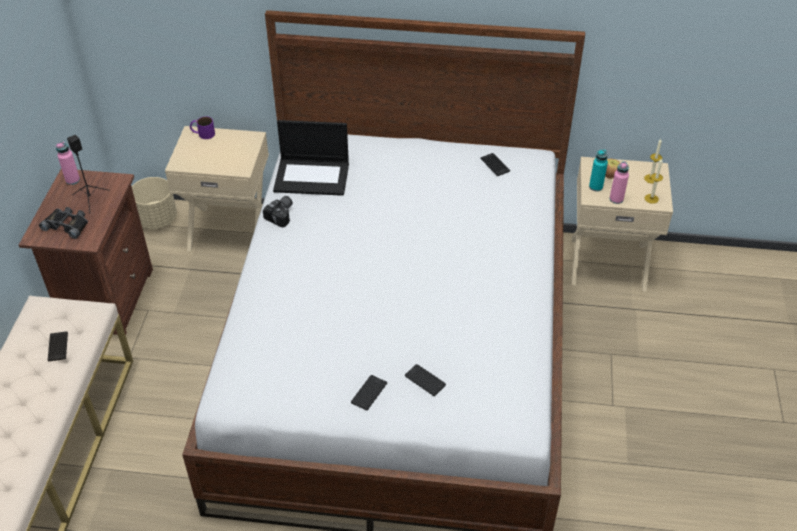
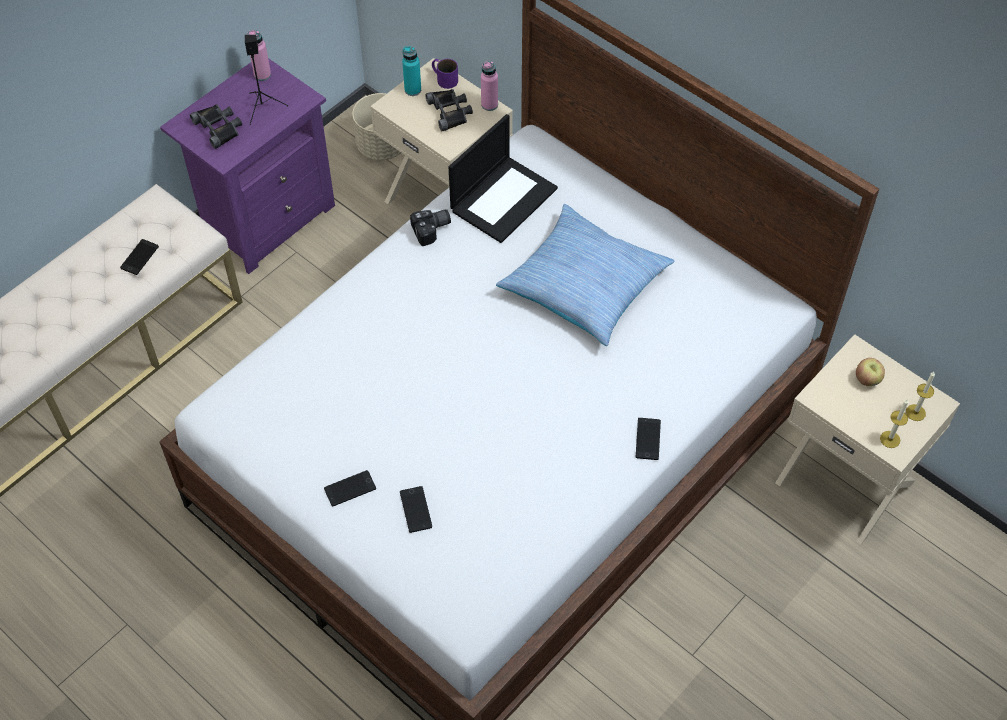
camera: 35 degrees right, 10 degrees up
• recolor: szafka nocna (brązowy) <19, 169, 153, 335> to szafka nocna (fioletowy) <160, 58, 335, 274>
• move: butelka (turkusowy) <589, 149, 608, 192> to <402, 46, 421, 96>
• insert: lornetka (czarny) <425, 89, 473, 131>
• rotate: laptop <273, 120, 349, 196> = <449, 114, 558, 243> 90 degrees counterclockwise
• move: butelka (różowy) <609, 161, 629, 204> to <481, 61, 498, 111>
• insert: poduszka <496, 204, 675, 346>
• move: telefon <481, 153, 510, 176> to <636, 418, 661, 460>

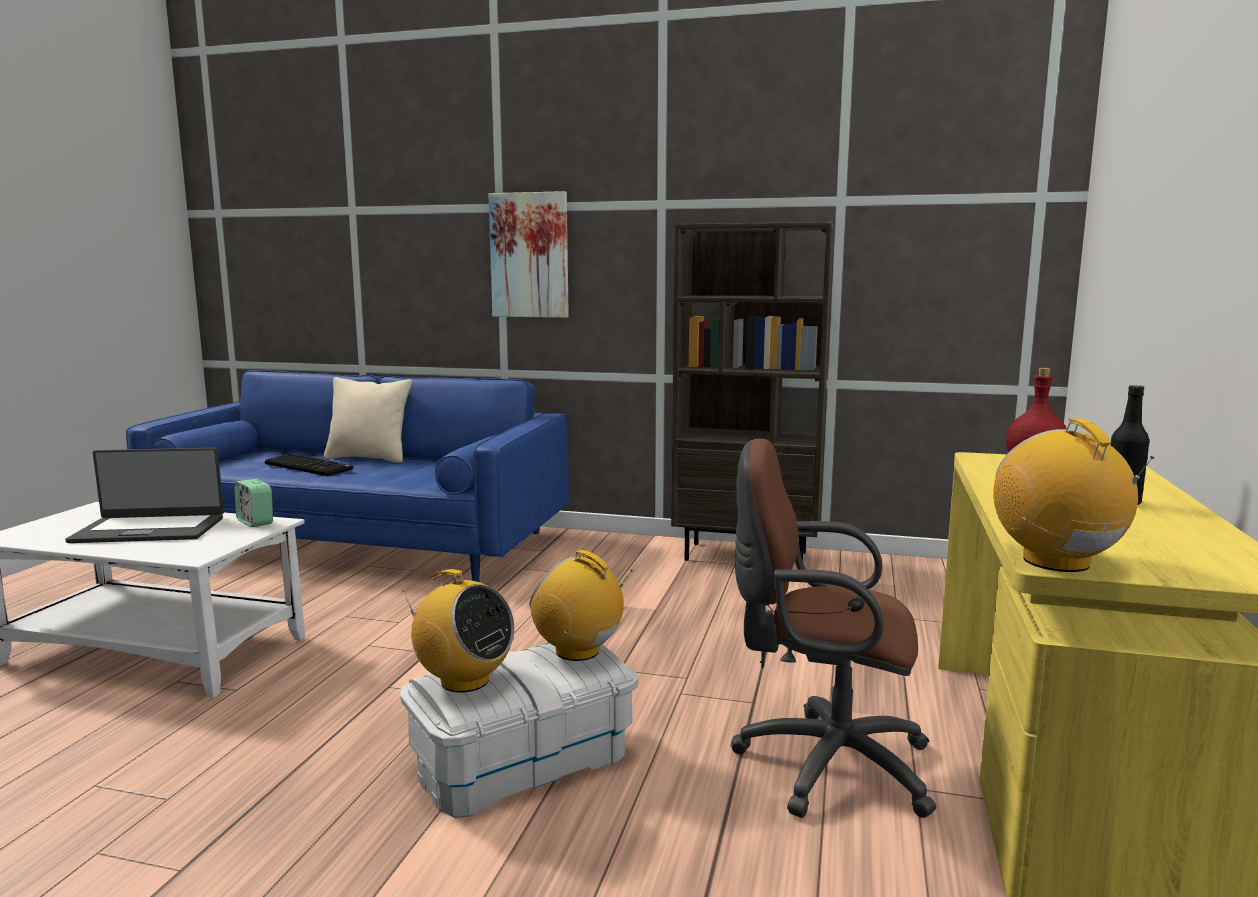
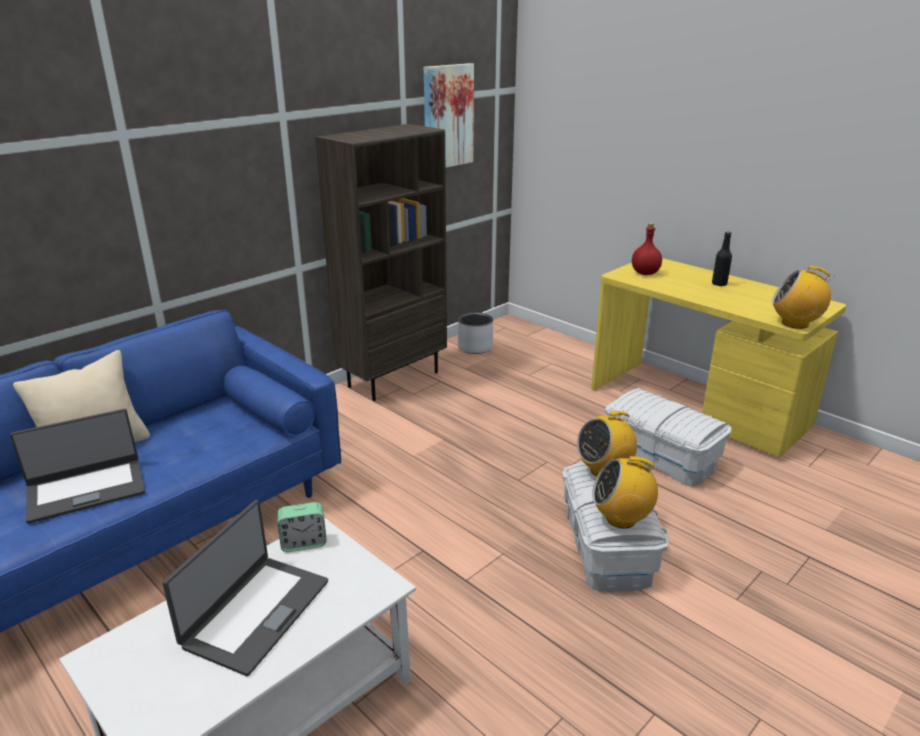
camera: 60 degrees left, 15 degrees up
• replace: klawiatura <265, 453, 353, 476> to laptop <10, 409, 145, 524>
• move: obraz <488, 191, 569, 318> to <424, 63, 474, 168>
• insert: donica (szary) <458, 312, 493, 354>
• rotate: radio <402, 569, 515, 693> = <592, 456, 658, 528> 150 degrees counterclockwise
• replace: krzesło biurowe (brązowy) <731, 439, 937, 818> to pojemnik do przechowywania (biały) <605, 388, 732, 487>

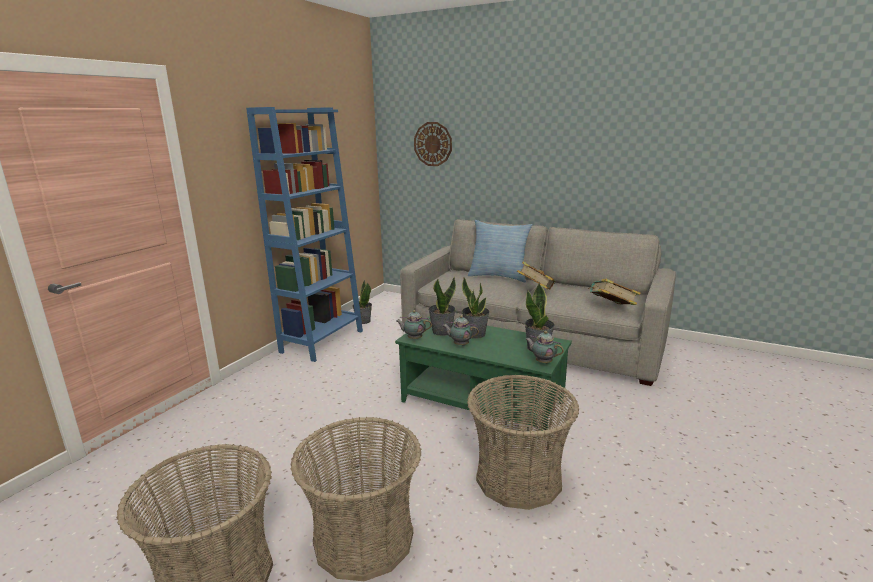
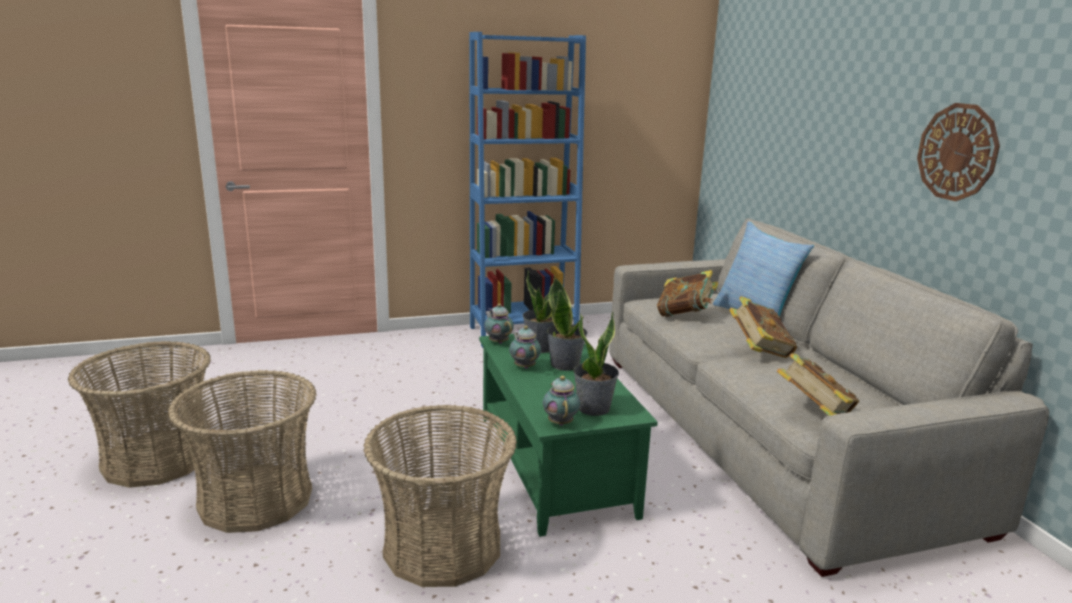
camera: 45 degrees right, 0 degrees up
• insert: książka <657, 270, 719, 317>
• move: zegar ścienny <414, 122, 452, 166> to <917, 103, 1000, 201>
• delete: roślina doniczkowa <353, 280, 372, 324>

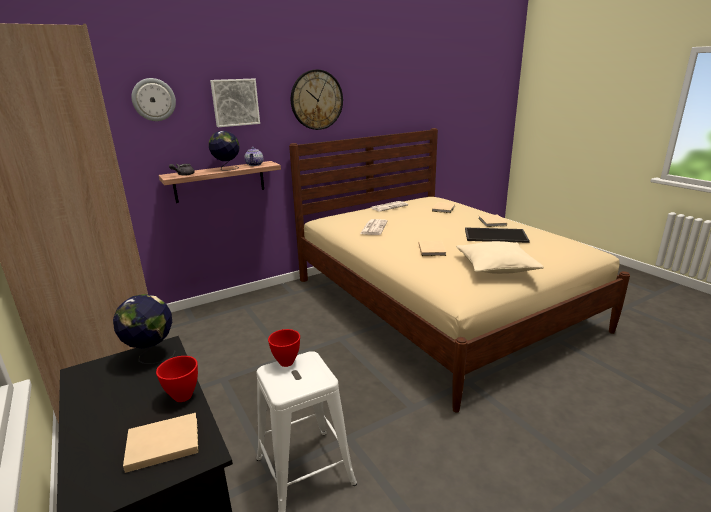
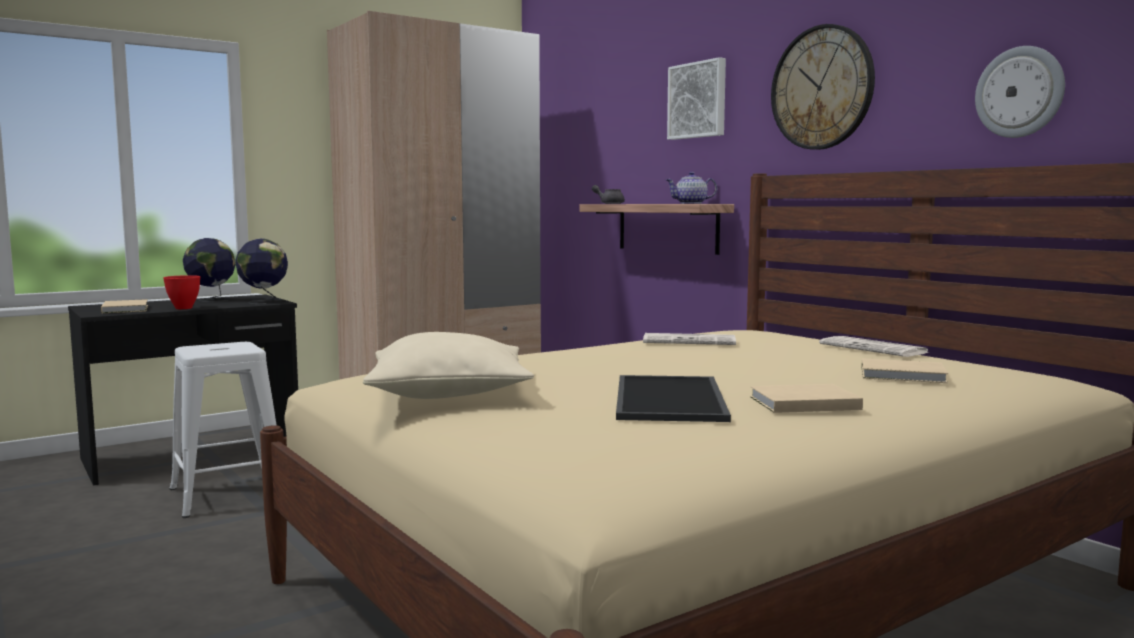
camera: 85 degrees right, 15 degrees down
• move: globus <209, 131, 240, 171> to <183, 238, 236, 302>
• move: zegar ścienny <131, 78, 176, 121> to <975, 46, 1065, 138>
• delete: miska (czerwony) <268, 329, 300, 367>
• delete: książka (beżowy) <419, 241, 446, 256>

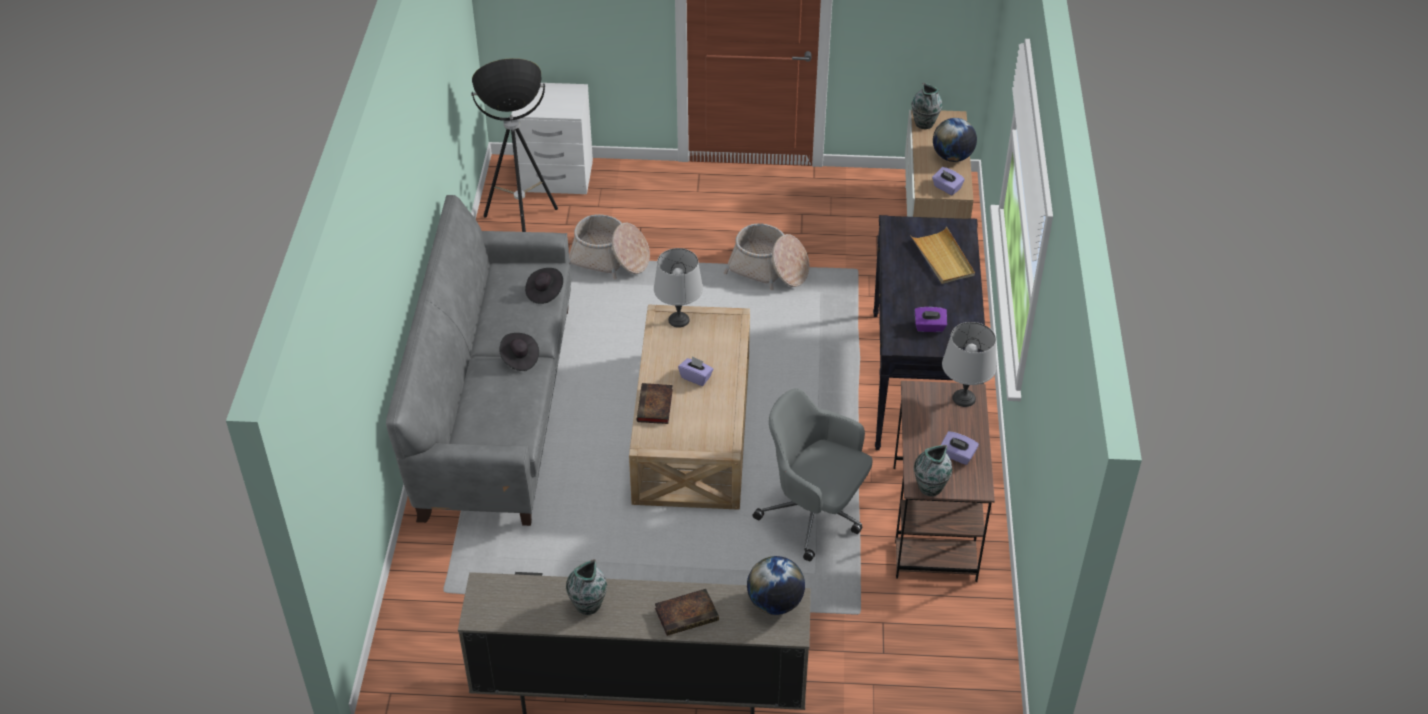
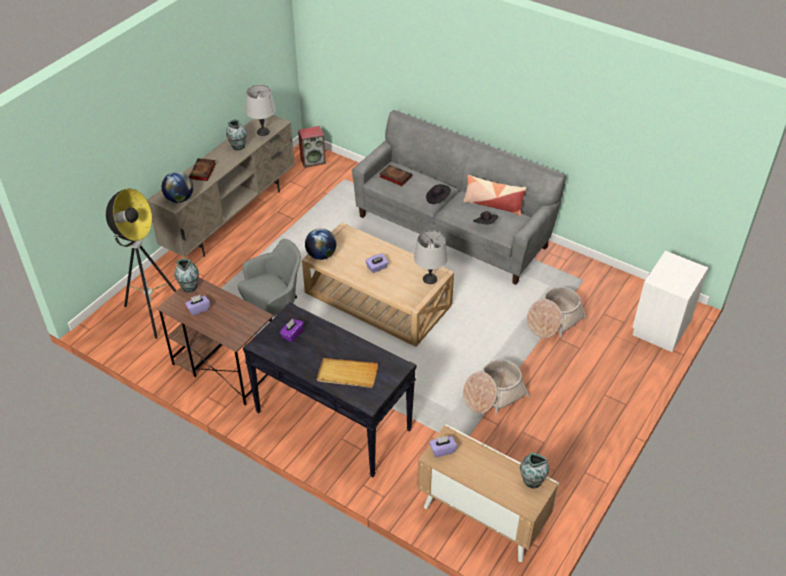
camera: 120 degrees right, 0 degrees up
• move: lampa stojąca <471, 58, 558, 232> to <106, 188, 177, 339>
• move: lampa stołowa (szary) <942, 322, 996, 407> to <246, 85, 276, 136>
• insert: głośnik <298, 126, 326, 168>
• move: globus <933, 118, 977, 162> to <305, 228, 336, 260>
• move: książka <637, 383, 673, 424> to <380, 165, 412, 186>
• insert: poduszka <463, 175, 527, 216>

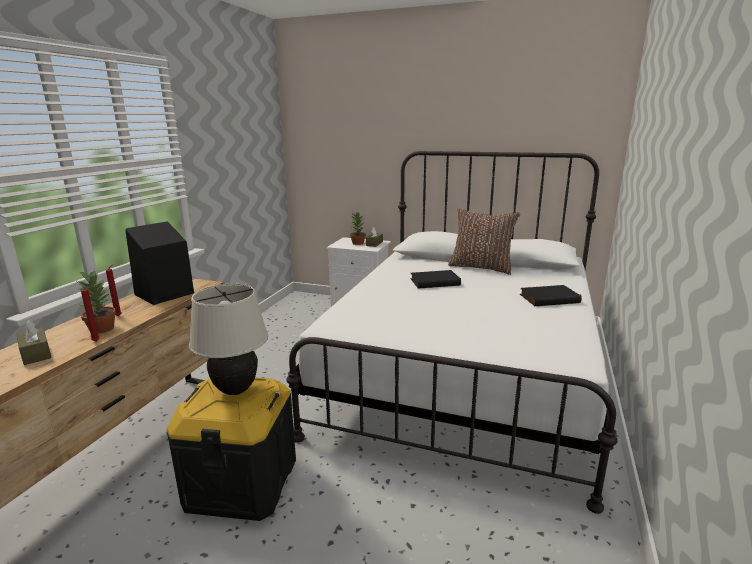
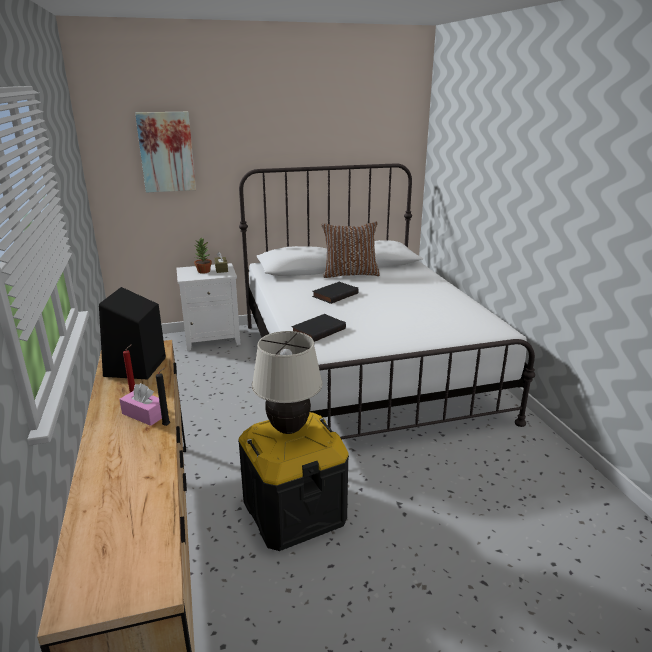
camera: 35 degrees left, 5 degrees up
• replace: roślina doniczkowa <75, 270, 116, 334> to pudełko chusteczek (różowy) <119, 383, 162, 426>
• insert: obraz <135, 112, 196, 193>
• recolor: świeca (czerwony) <81, 284, 100, 342> to świeca (czarny) <156, 367, 170, 426>
• move: książka (czarny) <520, 285, 582, 306> to <291, 314, 346, 342>
• delete: pudełko chusteczek (brązowy) <17, 320, 52, 365>

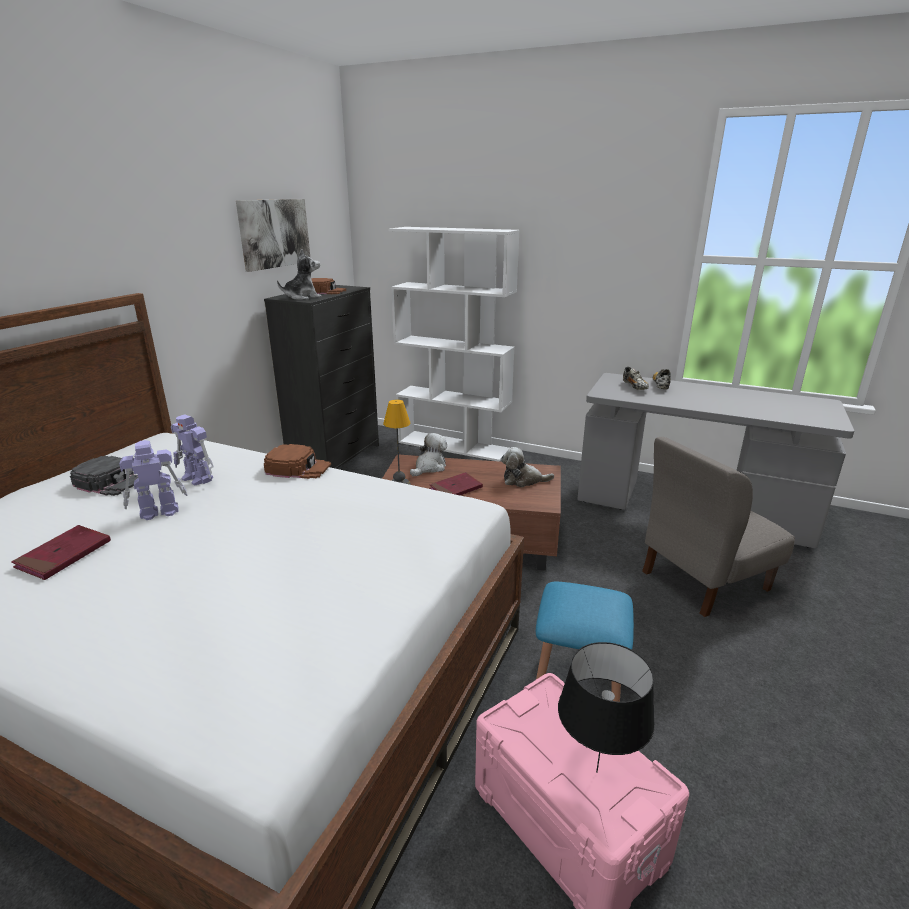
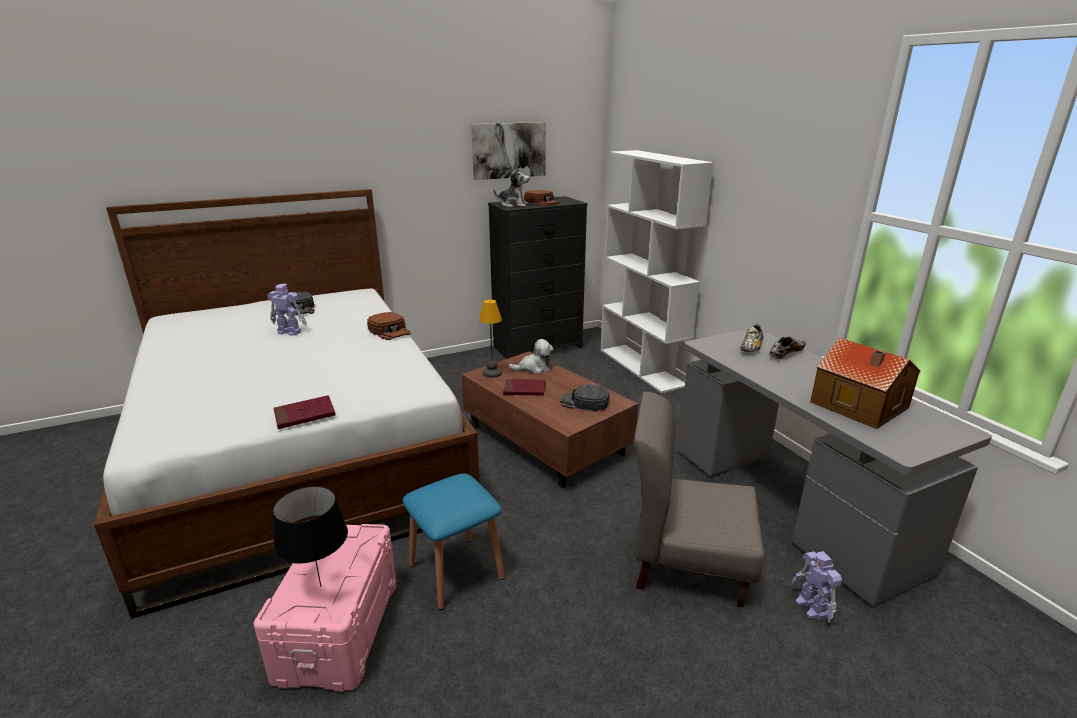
camera: 40 degrees right, 0 degrees up
• move: książka (czerwony) <11, 525, 111, 580> to <273, 395, 335, 429>
• replace: pluszak <501, 447, 554, 487> to czapka z daszkiem (czarny) <560, 384, 609, 412>
• move: robot zabawkowy <171, 414, 214, 486> to <791, 551, 842, 623>
• insert: domek <810, 338, 920, 429>

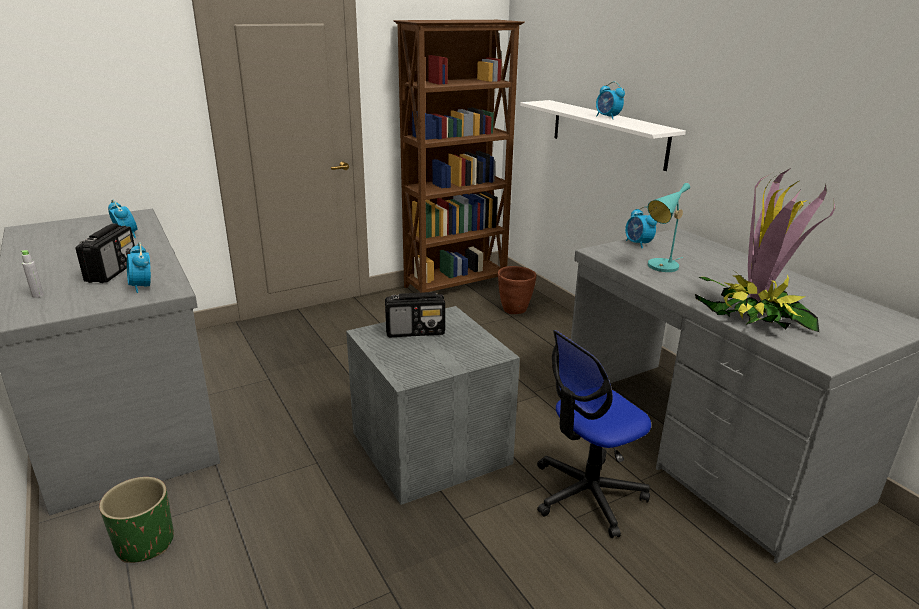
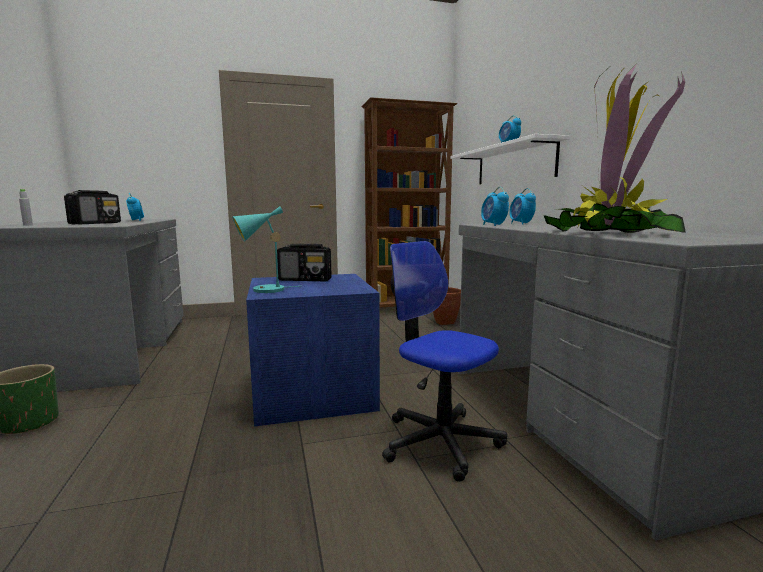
camera: 15 degrees right, 15 degrees down
• move: lampa stołowa (turkusowy) <648, 183, 690, 272> to <232, 206, 299, 293>
• recolor: pojemnik do przechowywania (szary) <346, 306, 520, 505> to pojemnik do przechowywania (niebieski) <246, 274, 380, 427>
• rotate: krzesło biurowe <537, 330, 651, 538> = <382, 241, 507, 482> 60 degrees clockwise
• move: budzik <127, 242, 151, 293> to <481, 187, 509, 226>

